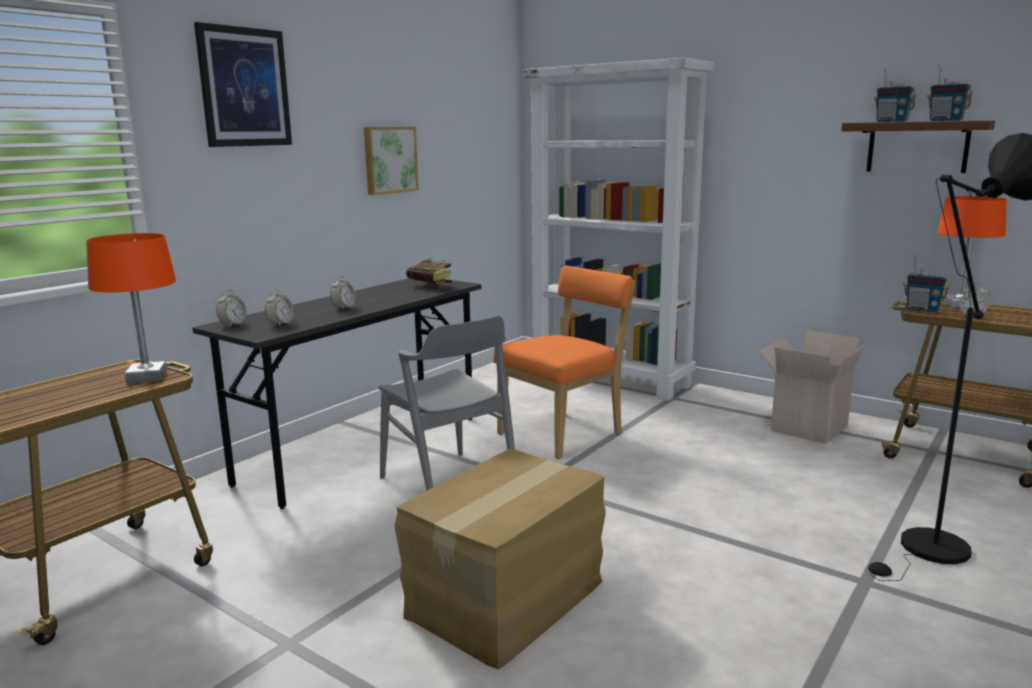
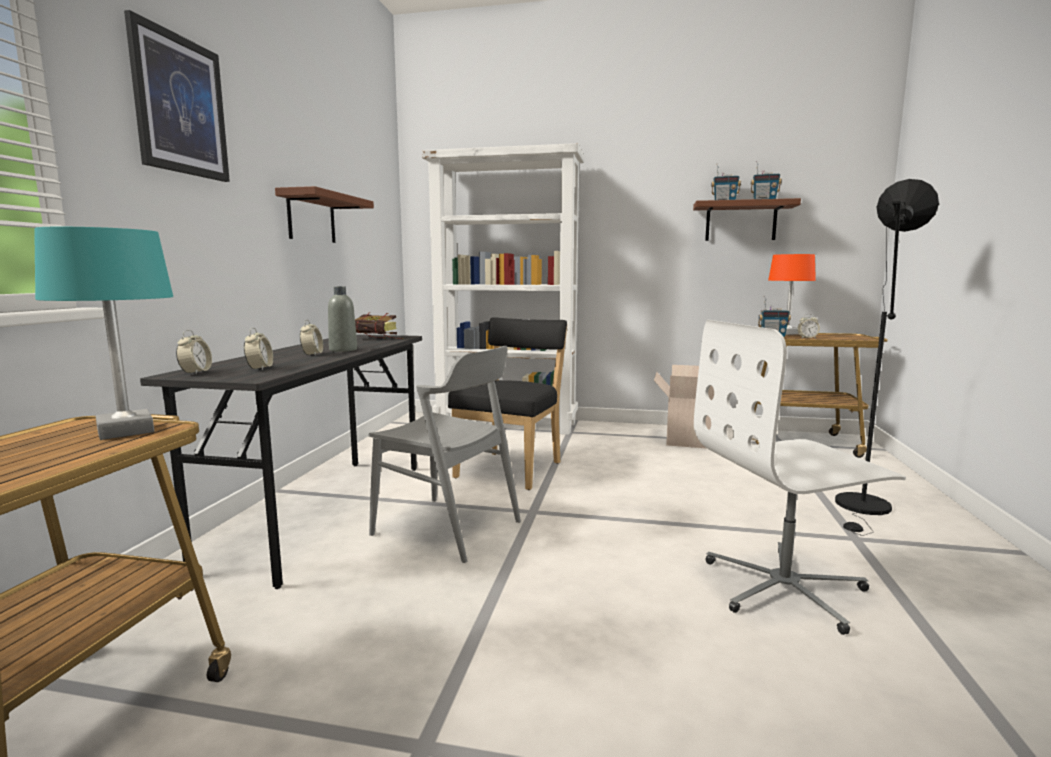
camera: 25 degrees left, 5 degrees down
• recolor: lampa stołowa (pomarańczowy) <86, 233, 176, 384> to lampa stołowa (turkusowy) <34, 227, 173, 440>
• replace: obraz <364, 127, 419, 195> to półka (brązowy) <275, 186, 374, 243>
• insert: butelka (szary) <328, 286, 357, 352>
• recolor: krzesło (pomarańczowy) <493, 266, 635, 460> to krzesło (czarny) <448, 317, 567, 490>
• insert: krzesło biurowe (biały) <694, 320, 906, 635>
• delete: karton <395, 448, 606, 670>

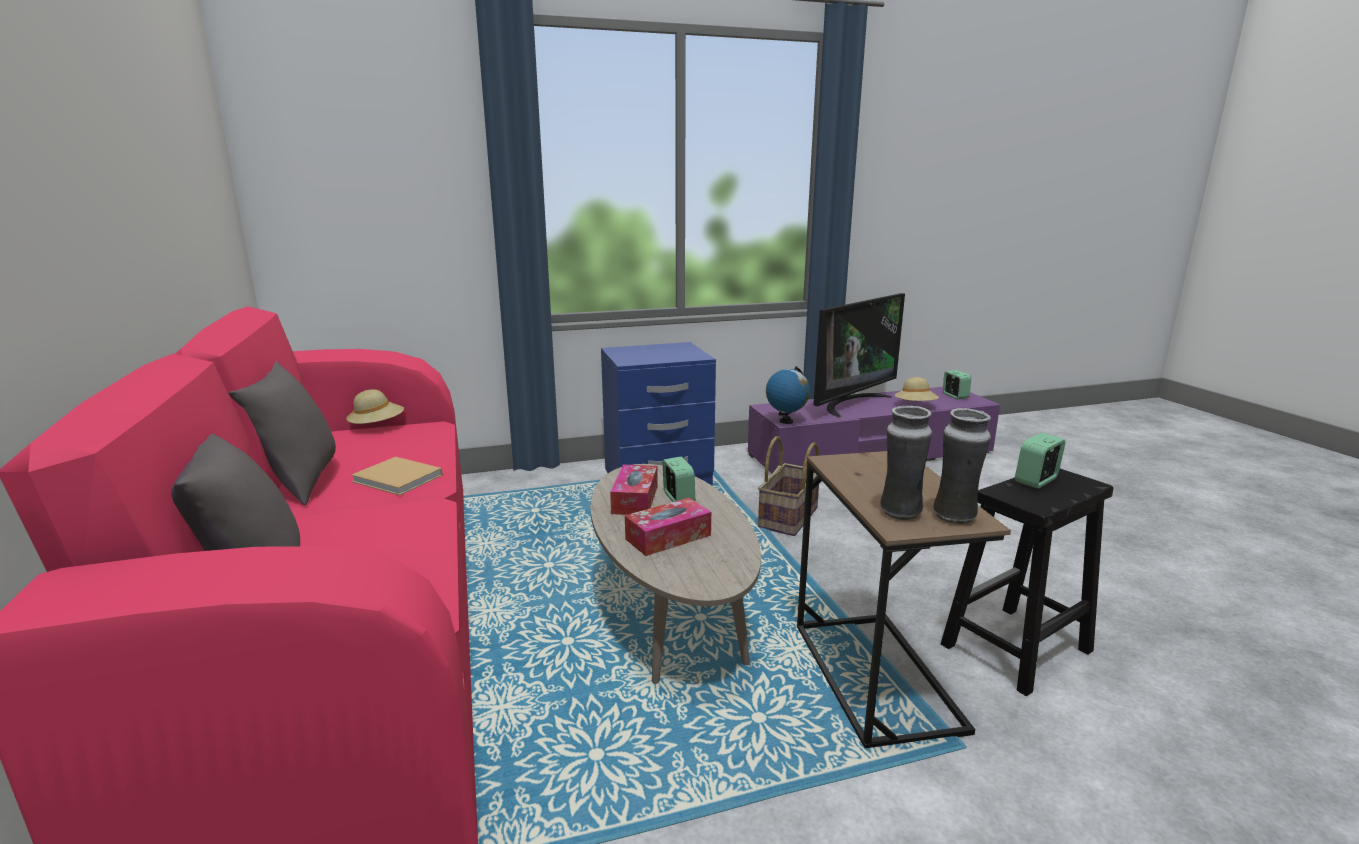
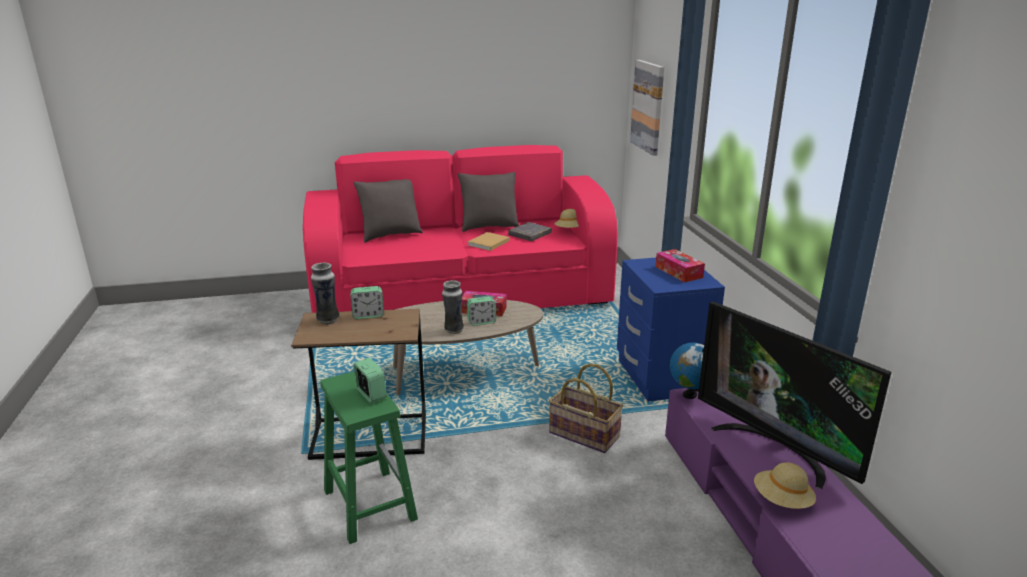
camera: 95 degrees right, 5 degrees up
• recolor: stołek (czarny) <941, 469, 1113, 696> to stołek (zielony) <320, 372, 418, 544>
• move: budzik <943, 370, 971, 399> to <350, 286, 384, 319>
• move: wazon <933, 408, 991, 525> to <442, 280, 464, 334>
• insert: książka (szary) <508, 222, 552, 241>
• insert: obraz <630, 60, 664, 156>
• move: pudełko chusteczek <625, 498, 711, 556> to <655, 249, 705, 282>

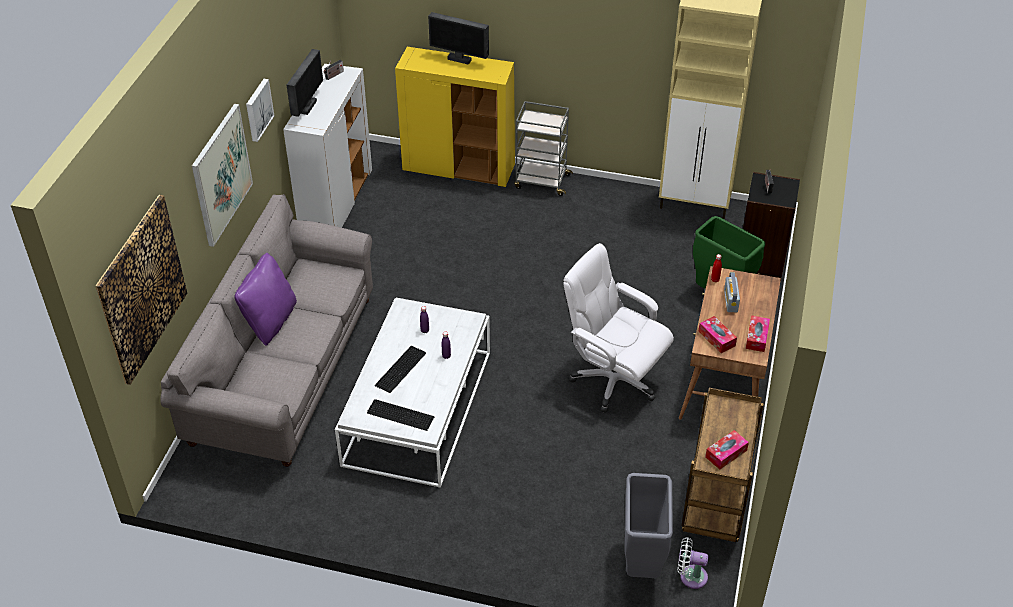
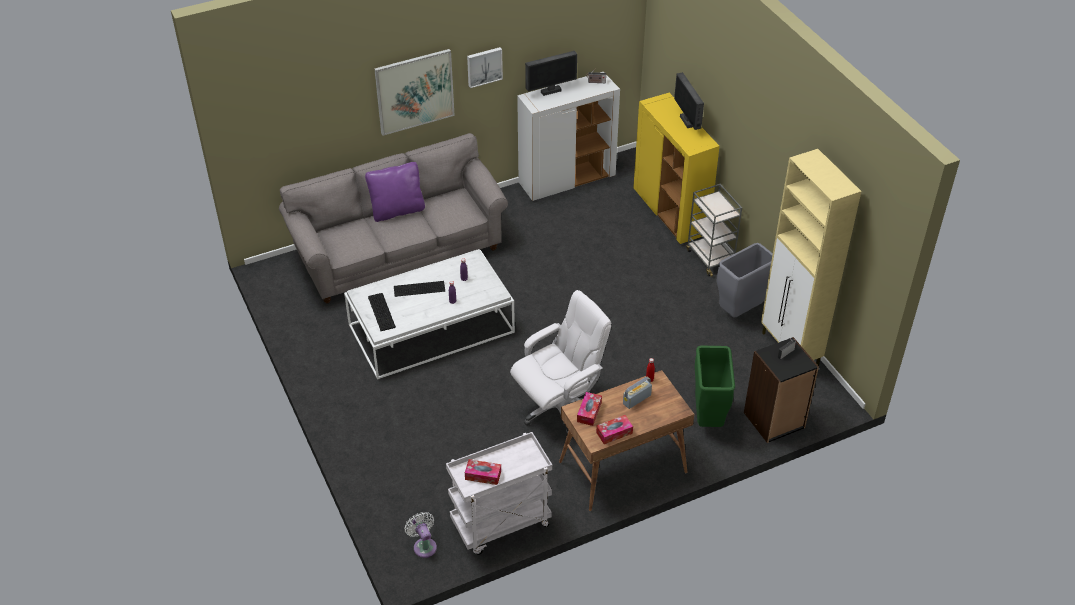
camera: 50 degrees right, 0 degrees up
• recolor: wózek (brązowy) <681, 387, 764, 542> to wózek (biały) <446, 432, 552, 555>
• rotate: krzesło biurowe (biały) <563, 243, 674, 413> = <510, 290, 611, 436> 60 degrees clockwise
• move: kosz na śmieci (szary) <624, 473, 673, 578> to <717, 243, 773, 318>
• delete: obraz <95, 195, 187, 385>

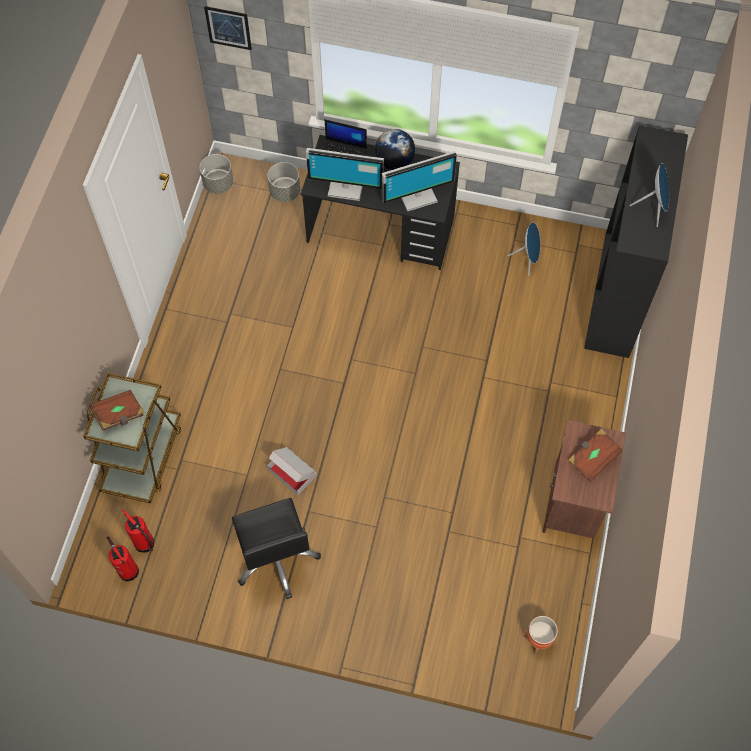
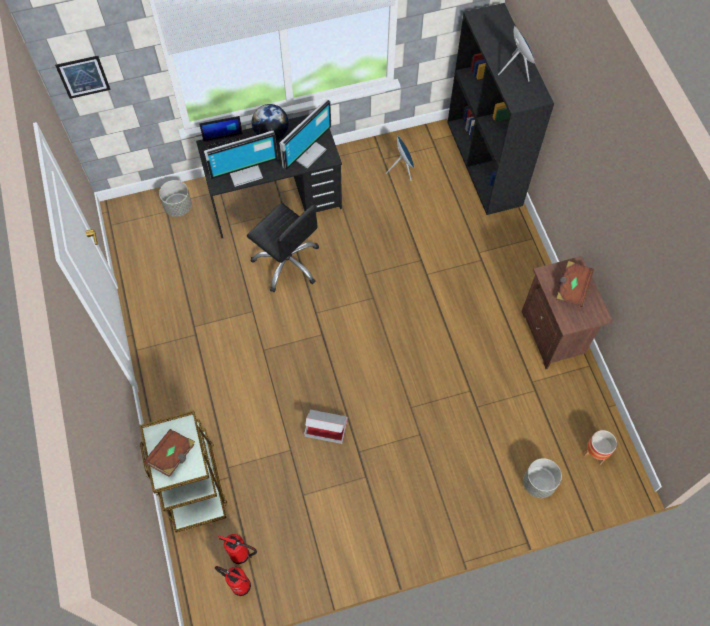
camera: 30 degrees left, 0 degrees up
• move: krzesło biurowe (czarny) <232, 498, 321, 599> to <247, 203, 319, 292>
• move: donica (szary) <200, 154, 233, 194> to <523, 458, 562, 498>

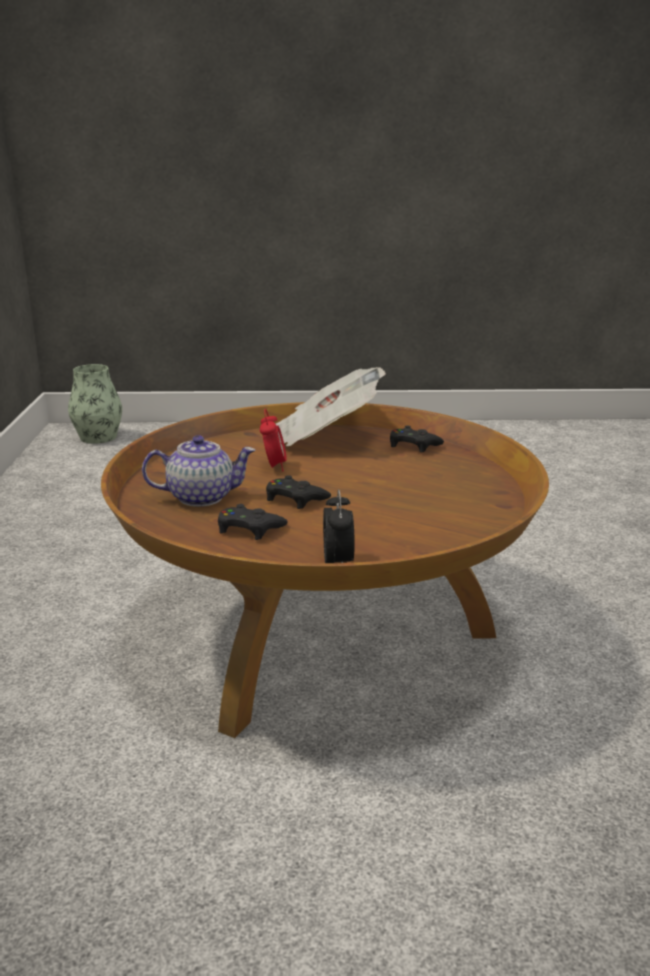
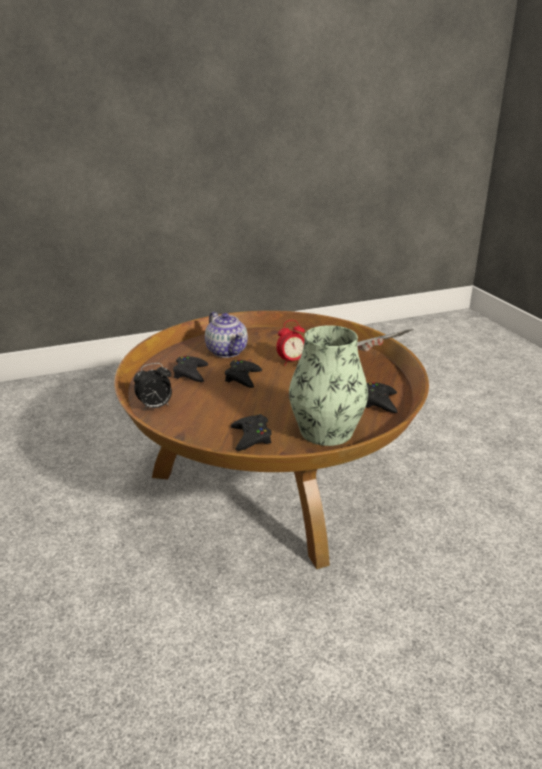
camera: 70 degrees right, 5 degrees up
• insert: pad do gier (czarny) <231, 414, 272, 451>
• move: wazon <68, 364, 122, 444> to <289, 325, 368, 446>

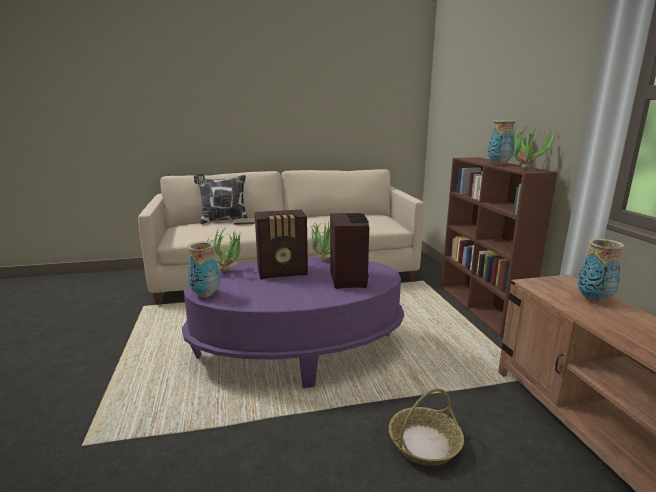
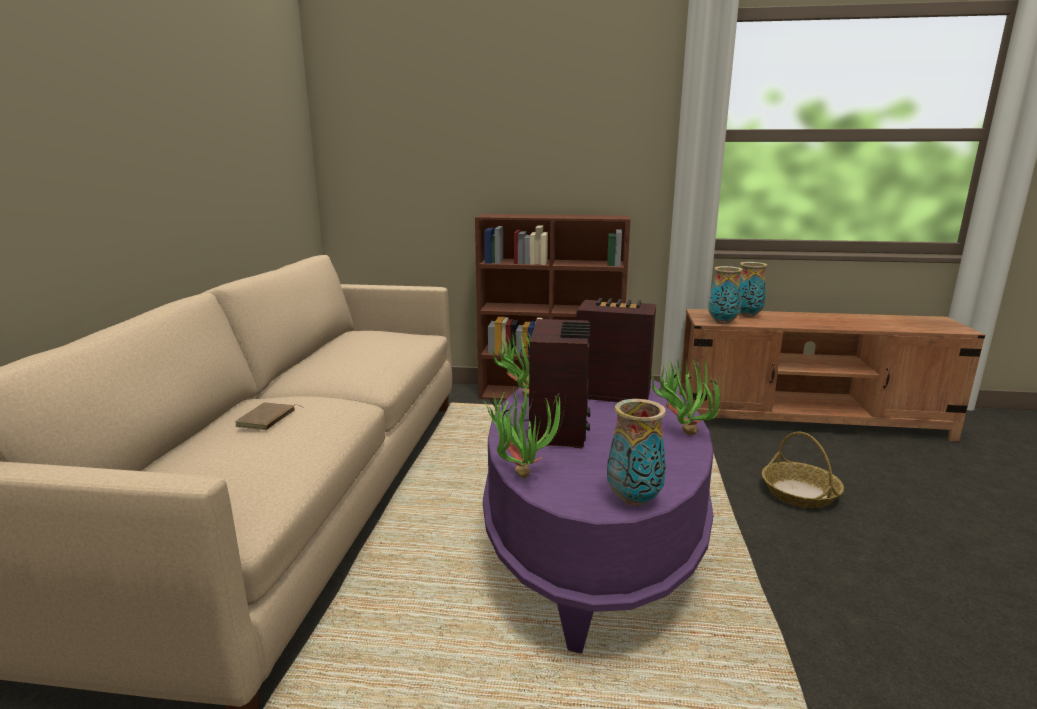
camera: 70 degrees left, 0 degrees up
• move: roślina doniczkowa <512, 123, 557, 170> to <651, 358, 723, 435>
• move: wazon <488, 120, 516, 165> to <708, 266, 743, 324>
• delete: poduszka <194, 174, 248, 225>

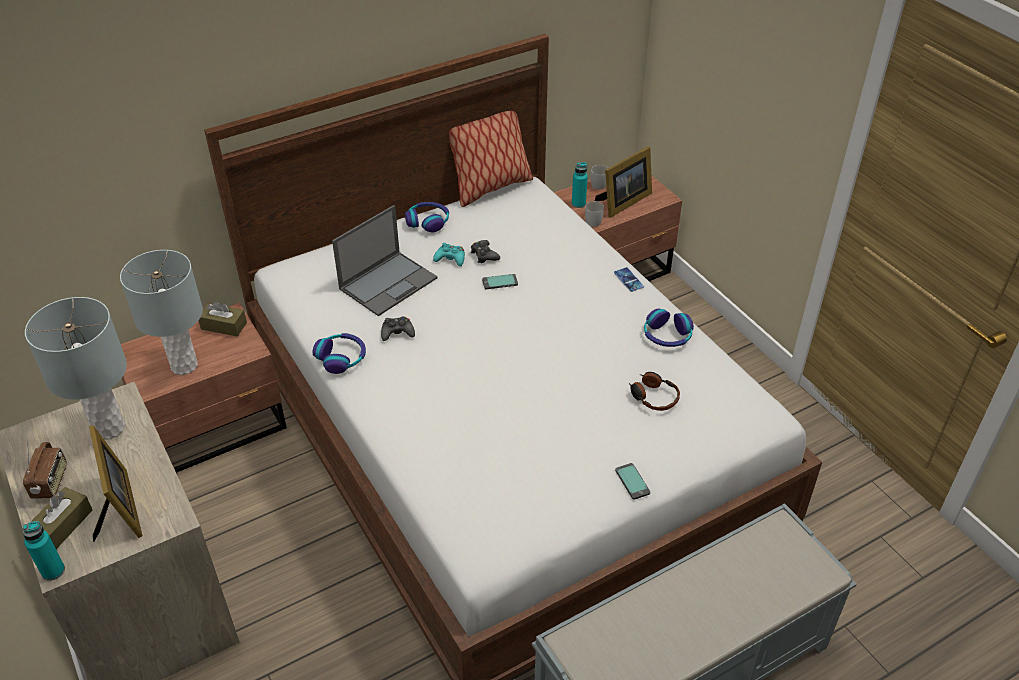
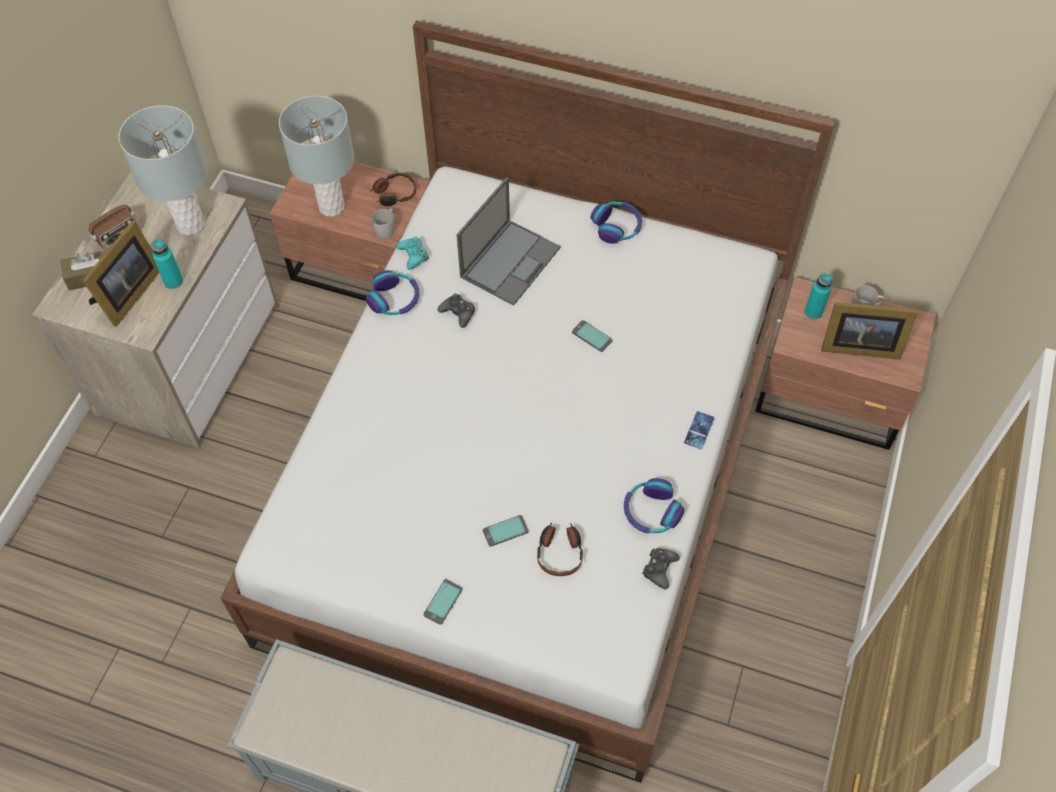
camera: 50 degrees right, 15 degrees up
• move: butelka (turkusowy) <23, 521, 65, 581> to <151, 239, 183, 289>
• replace: pudełko chusteczek (brązowy) <198, 301, 247, 337> to słuchawki <370, 173, 416, 206>
• move: kubek (biały) <585, 201, 604, 227> to <372, 209, 395, 239>
• move: pad do gier (turkusowy) <433, 243, 465, 266> to <396, 237, 429, 270>
• rotate: laptop <332, 205, 438, 316> = <456, 177, 561, 306> 60 degrees counterclockwise
• insert: telefon <483, 515, 529, 547>
• move: pad do gier (czarny) <471, 240, 500, 263> to <642, 548, 680, 589>
• delete: poduszka <449, 111, 533, 207>

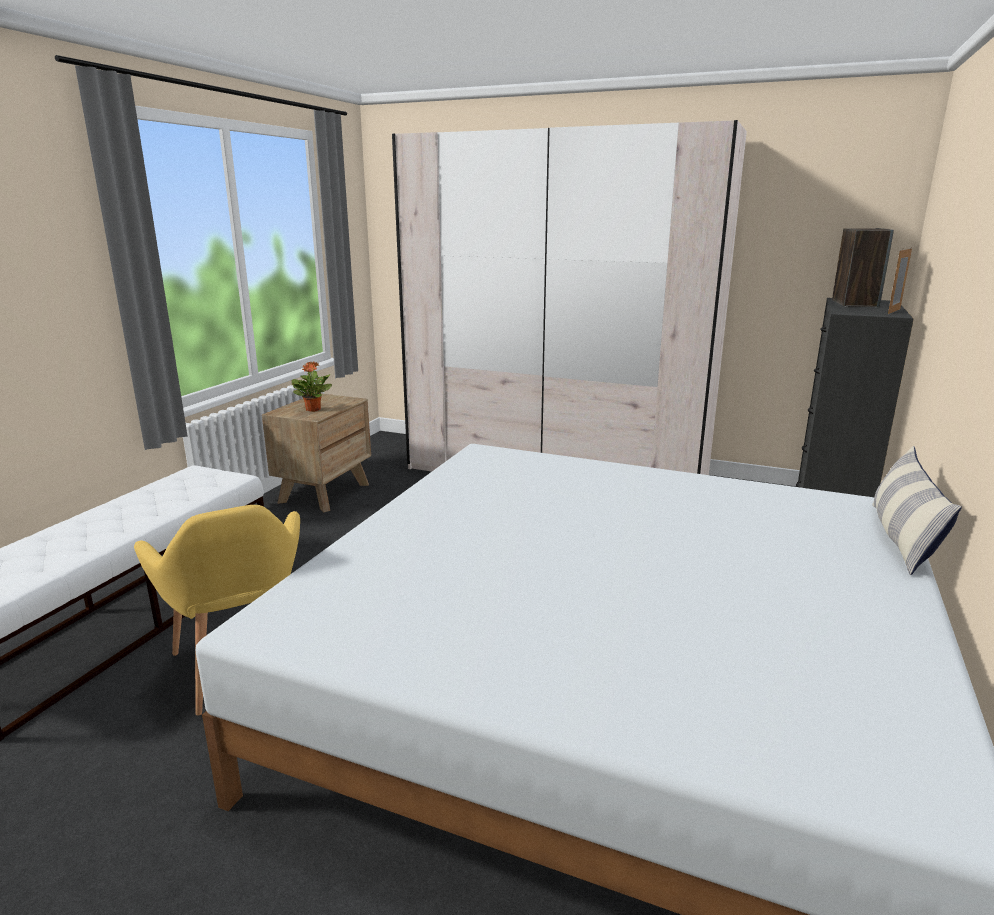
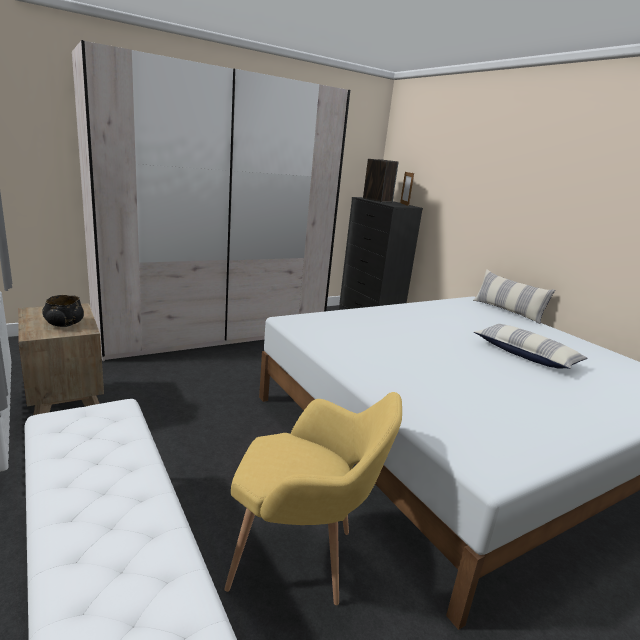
camera: 55 degrees left, 0 degrees up
• replace: roślina doniczkowa <292, 361, 332, 412> to miska (czarny) <42, 295, 84, 327>
• insert: poduszka <474, 324, 587, 369>

